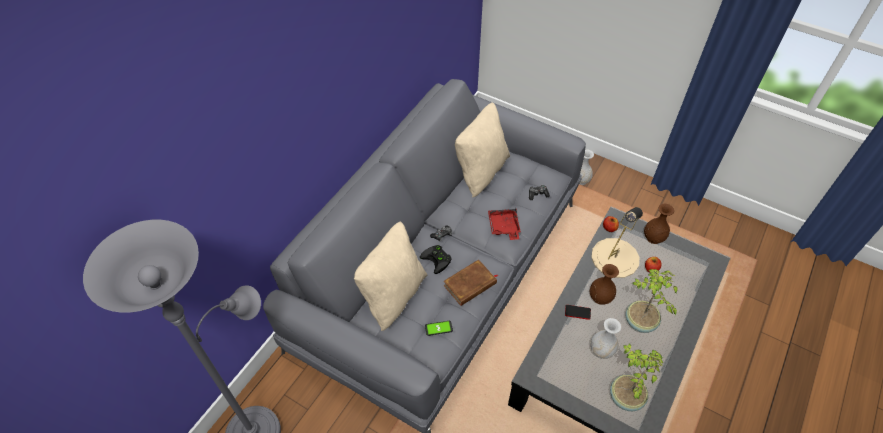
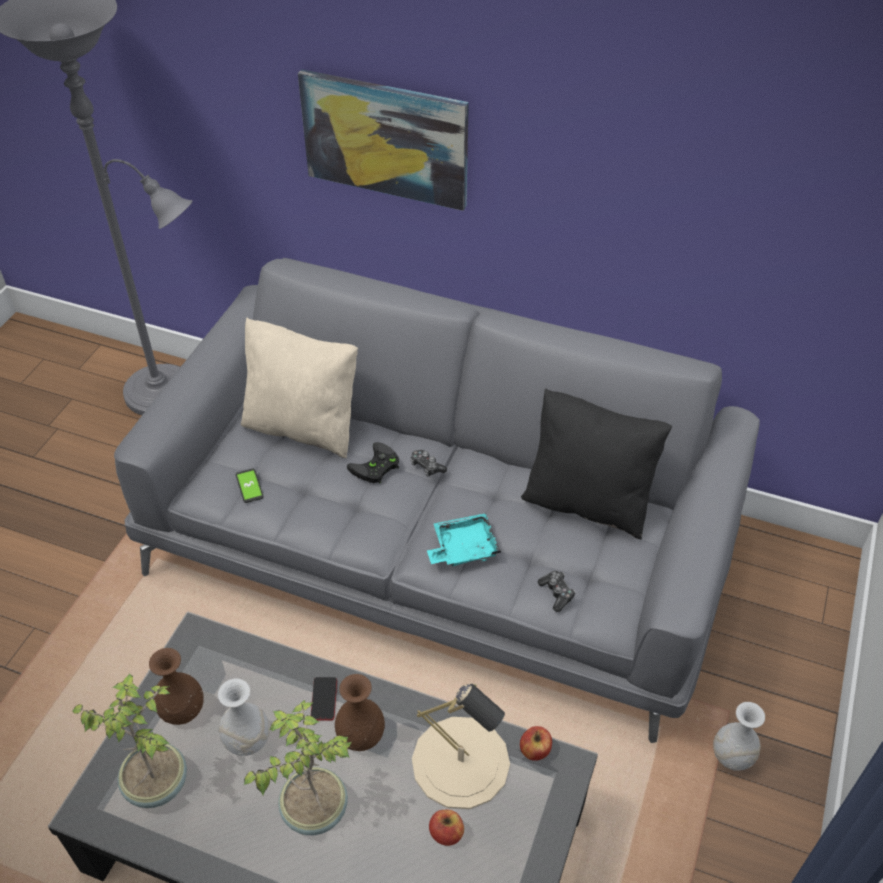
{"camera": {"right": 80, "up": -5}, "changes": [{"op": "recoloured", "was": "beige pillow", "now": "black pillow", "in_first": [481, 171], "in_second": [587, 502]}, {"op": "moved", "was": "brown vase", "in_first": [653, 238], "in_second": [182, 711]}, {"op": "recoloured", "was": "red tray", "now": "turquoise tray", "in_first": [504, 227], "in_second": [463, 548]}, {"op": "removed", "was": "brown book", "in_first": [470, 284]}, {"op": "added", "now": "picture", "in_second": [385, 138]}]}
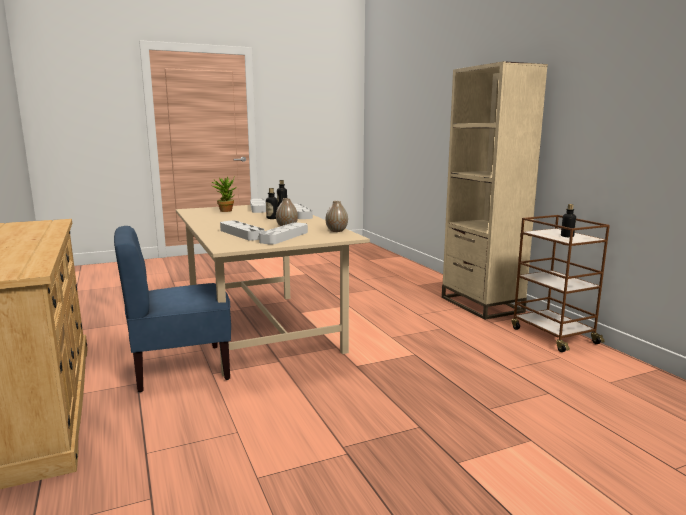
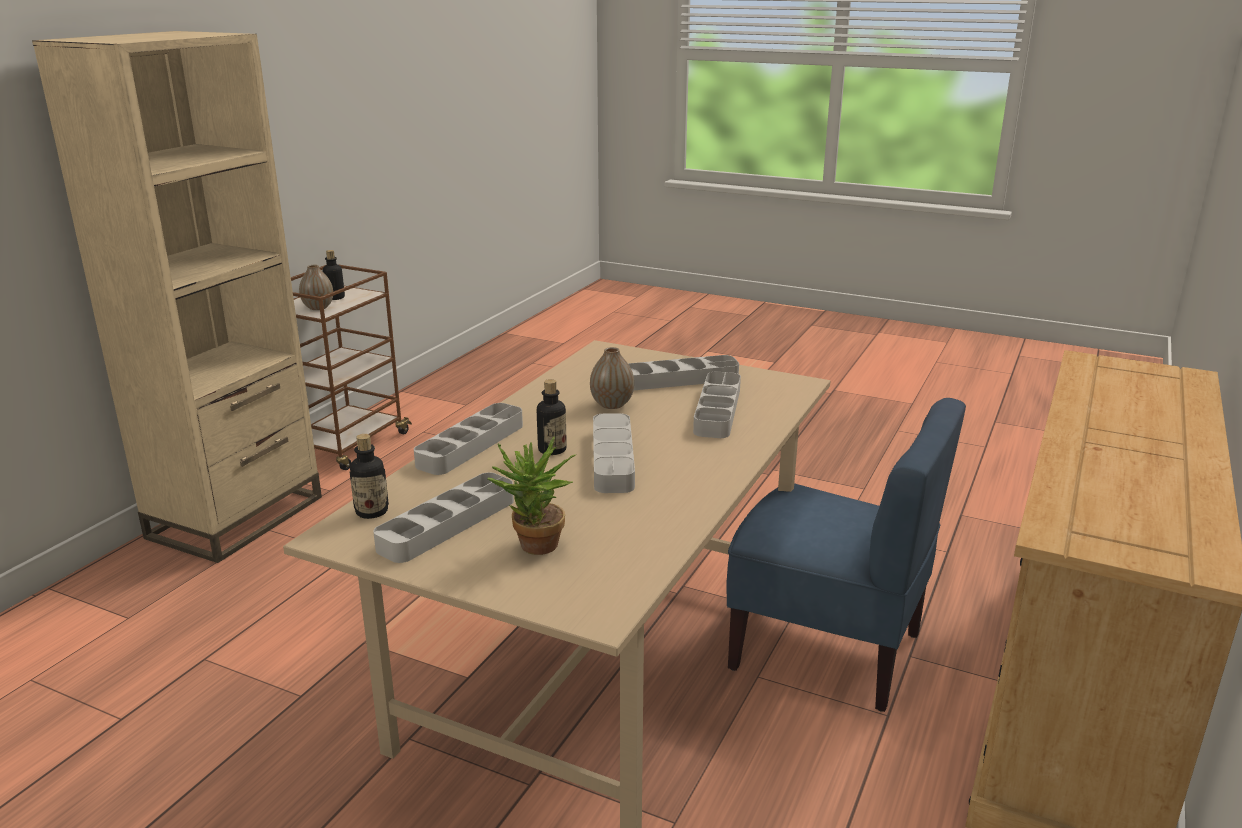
{"camera": {"right": -130, "up": 10}, "changes": [{"op": "moved", "was": "vase", "in_first": [336, 231], "in_second": [318, 307]}, {"op": "added", "now": "grey tray", "in_second": [612, 459]}]}
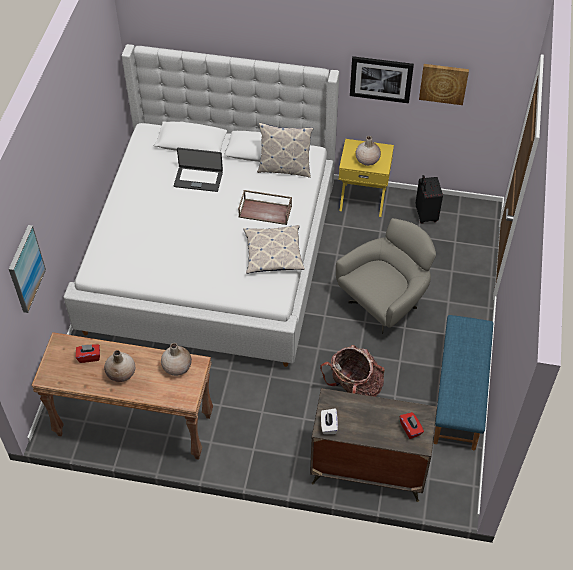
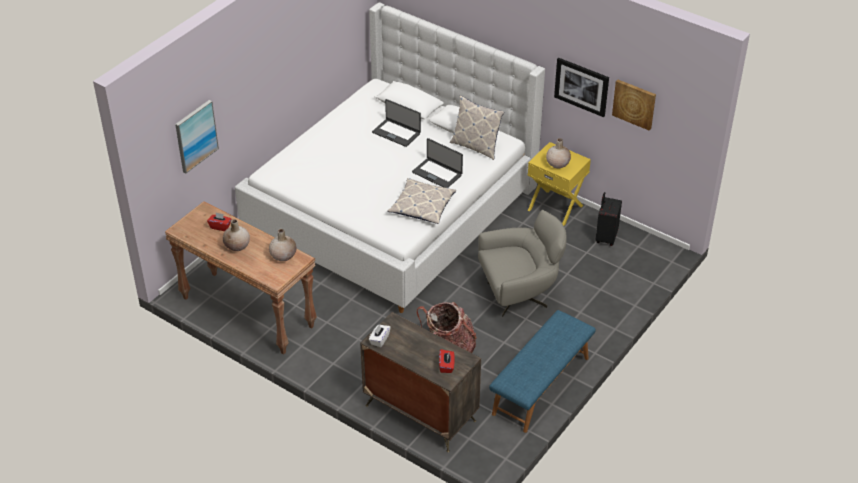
{"camera": {"right": 25, "up": -10}, "changes": [{"op": "replaced", "was": "brown tray", "now": "laptop", "in_first": [266, 211], "in_second": [437, 173]}]}
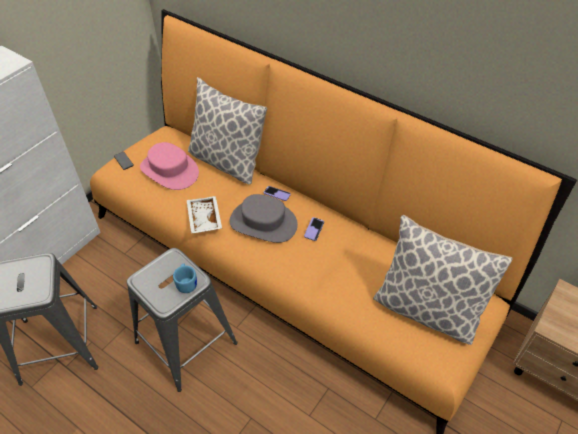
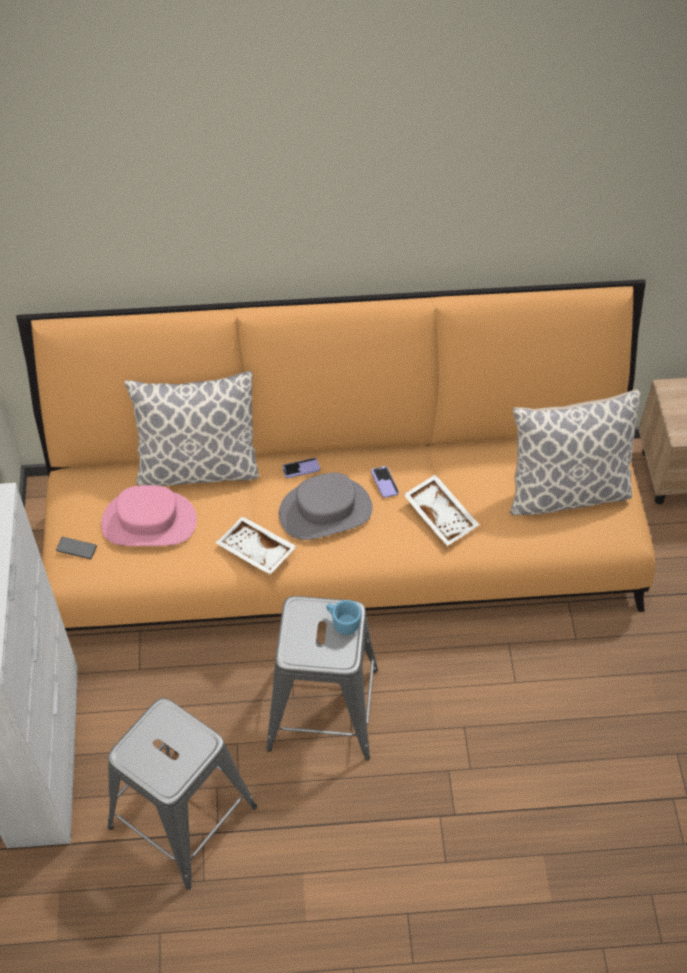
{"camera": {"right": -40, "up": 5}, "changes": [{"op": "added", "now": "white tray", "in_second": [441, 515]}]}
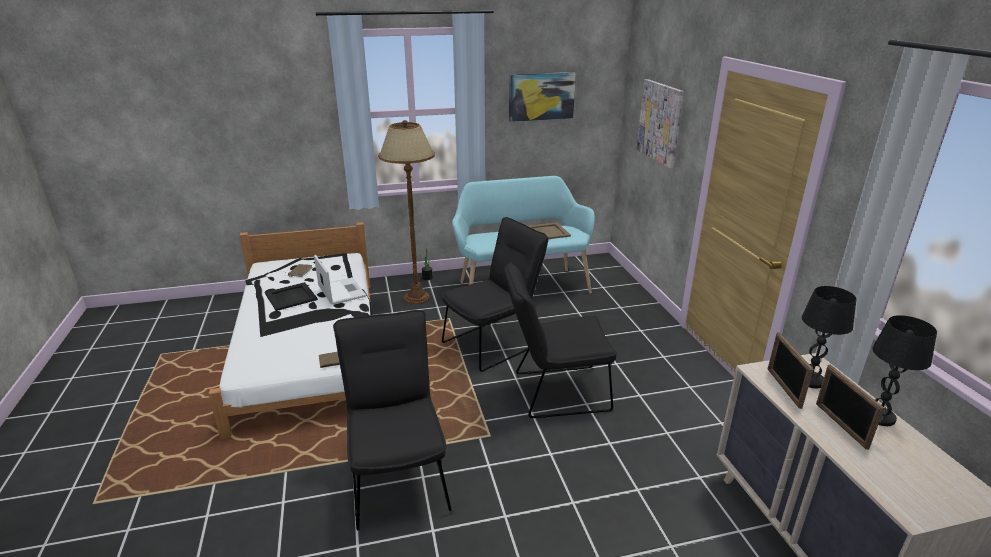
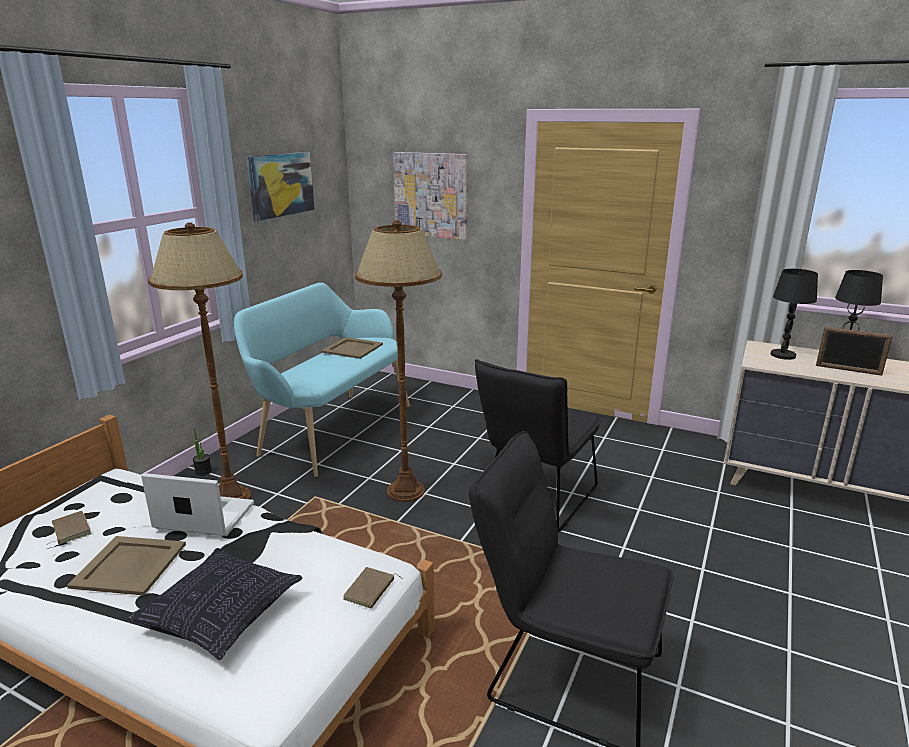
{"camera": {"right": -50, "up": -5}, "changes": [{"op": "replaced", "was": "black chair", "now": "brown floor lamp", "in_first": [495, 342], "in_second": [406, 491]}, {"op": "recoloured", "was": "black tray", "now": "beige tray", "in_first": [290, 297], "in_second": [130, 566]}, {"op": "removed", "was": "picture frame", "in_first": [783, 388]}, {"op": "added", "now": "pillow", "in_second": [221, 614]}]}
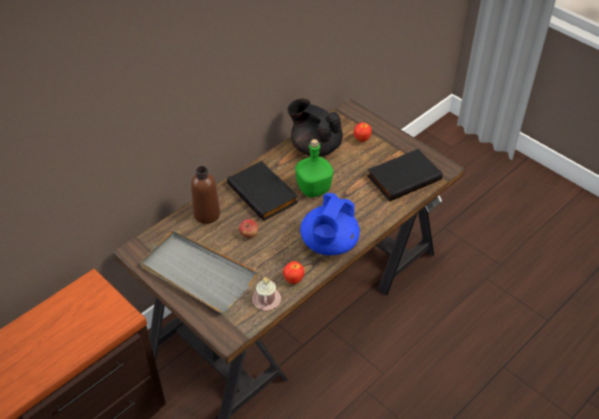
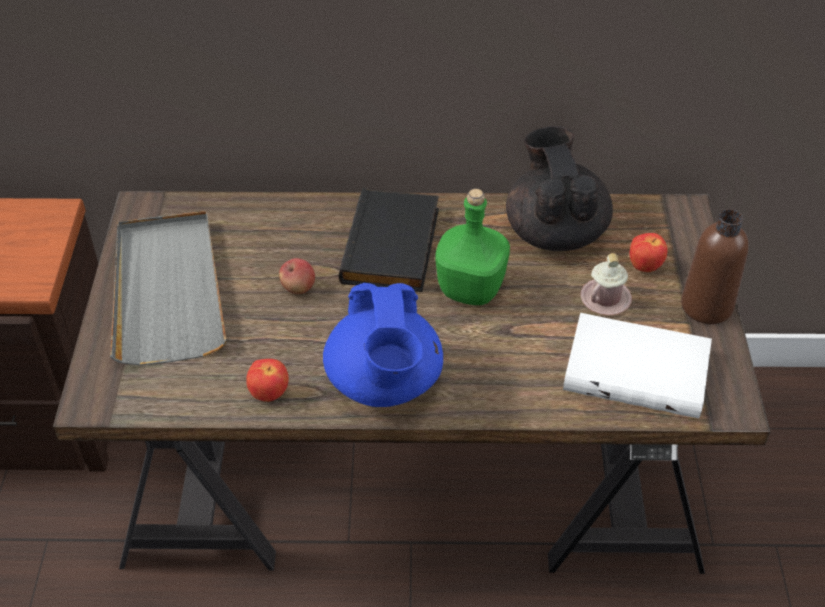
{"camera": {"right": 45, "up": 0}, "changes": [{"op": "recoloured", "was": "black book", "now": "white book", "in_first": [403, 177], "in_second": [637, 369]}, {"op": "moved", "was": "brown bottle", "in_first": [207, 214], "in_second": [706, 306]}, {"op": "turned", "was": "blue teapot", "in_first": [329, 244], "in_second": [384, 383], "clockwise": -75}, {"op": "moved", "was": "pink mug", "in_first": [266, 299], "in_second": [605, 298]}]}
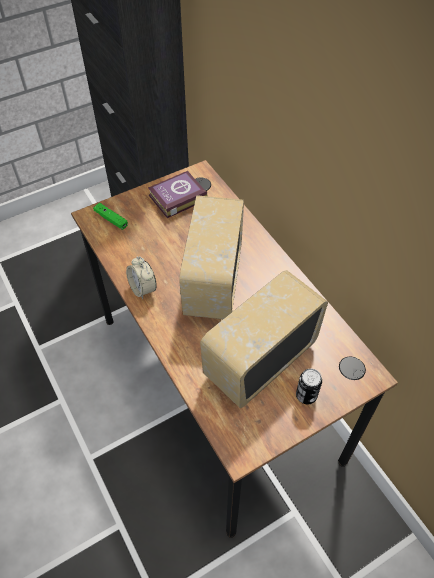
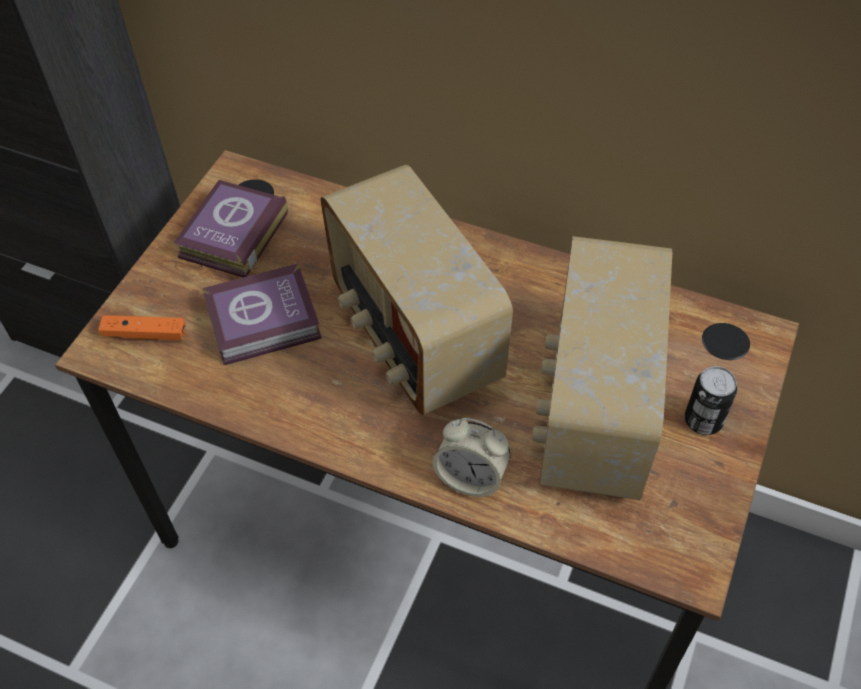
{"camera": {"right": -35, "up": 0}, "changes": [{"op": "recoloured", "was": "green game controller", "now": "orange game controller", "in_first": [111, 219], "in_second": [145, 334]}, {"op": "moved", "was": "alarm clock", "in_first": [143, 289], "in_second": [471, 477]}, {"op": "added", "now": "book", "in_second": [266, 322]}]}
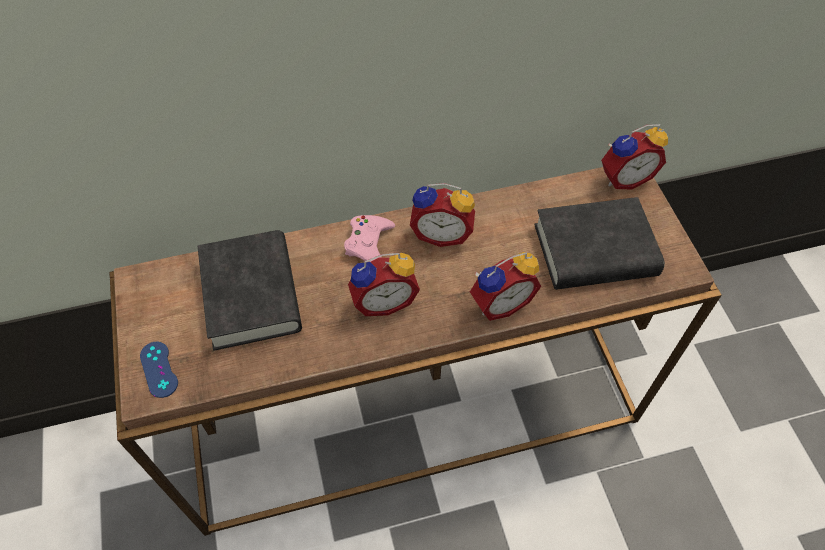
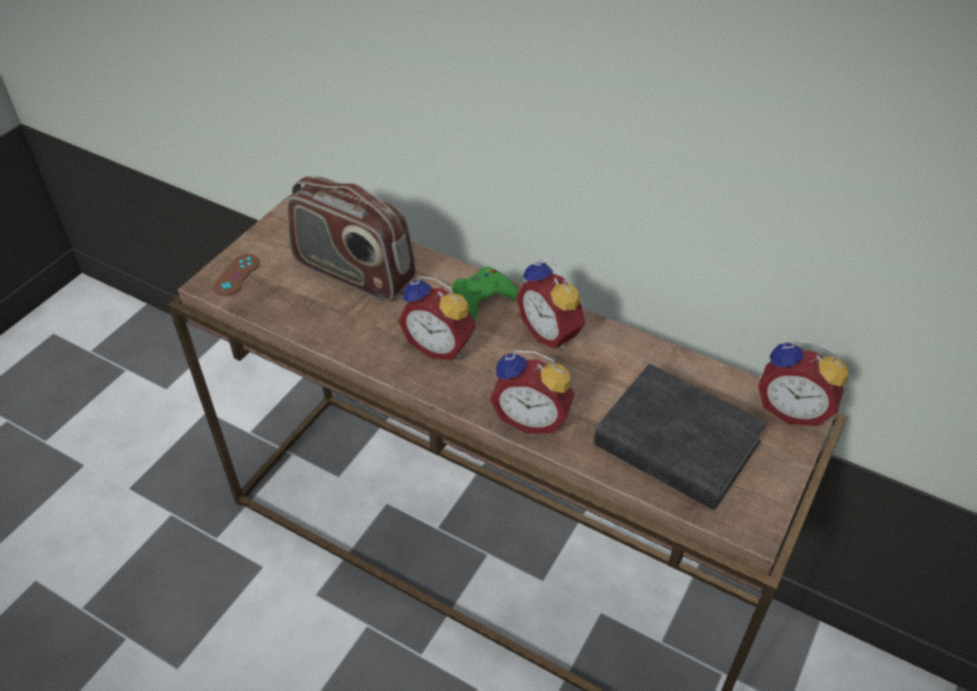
{"camera": {"right": 45, "up": -10}, "changes": [{"op": "recoloured", "was": "pink game controller", "now": "green game controller", "in_first": [369, 244], "in_second": [483, 299]}, {"op": "replaced", "was": "black book", "now": "radio", "in_first": [251, 295], "in_second": [353, 272]}, {"op": "recoloured", "was": "blue game controller", "now": "brown game controller", "in_first": [159, 369], "in_second": [236, 275]}]}
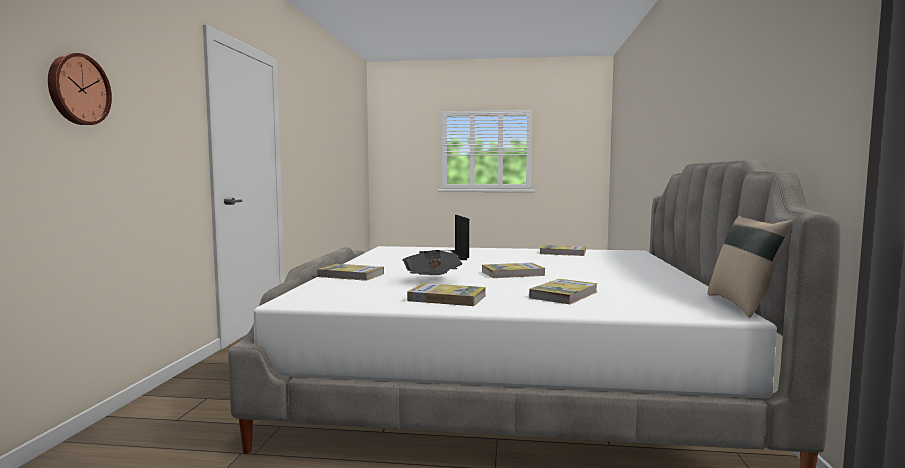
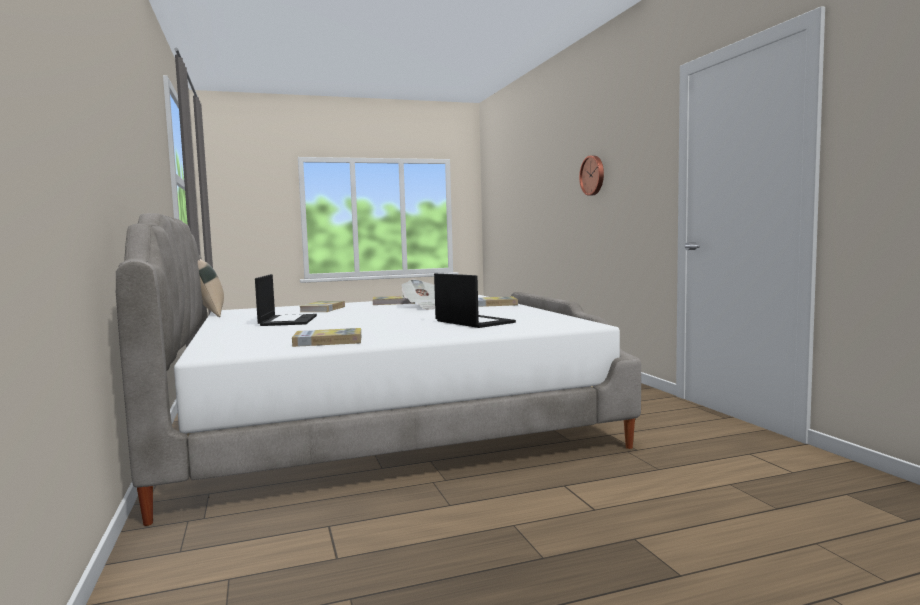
{"camera": {"right": 155, "up": 0}, "changes": [{"op": "removed", "was": "book", "in_first": [513, 273]}, {"op": "added", "now": "laptop", "in_second": [288, 320]}]}
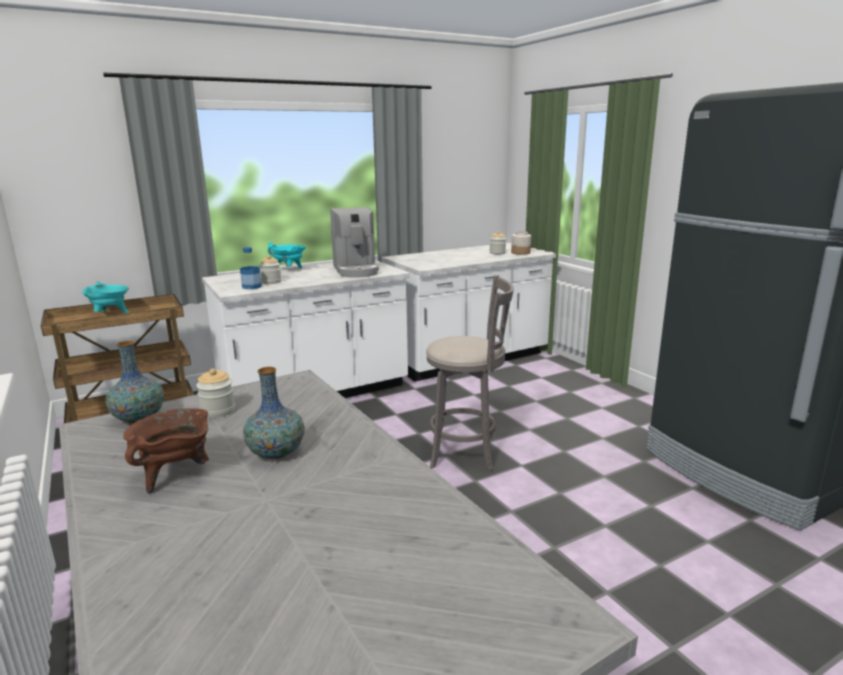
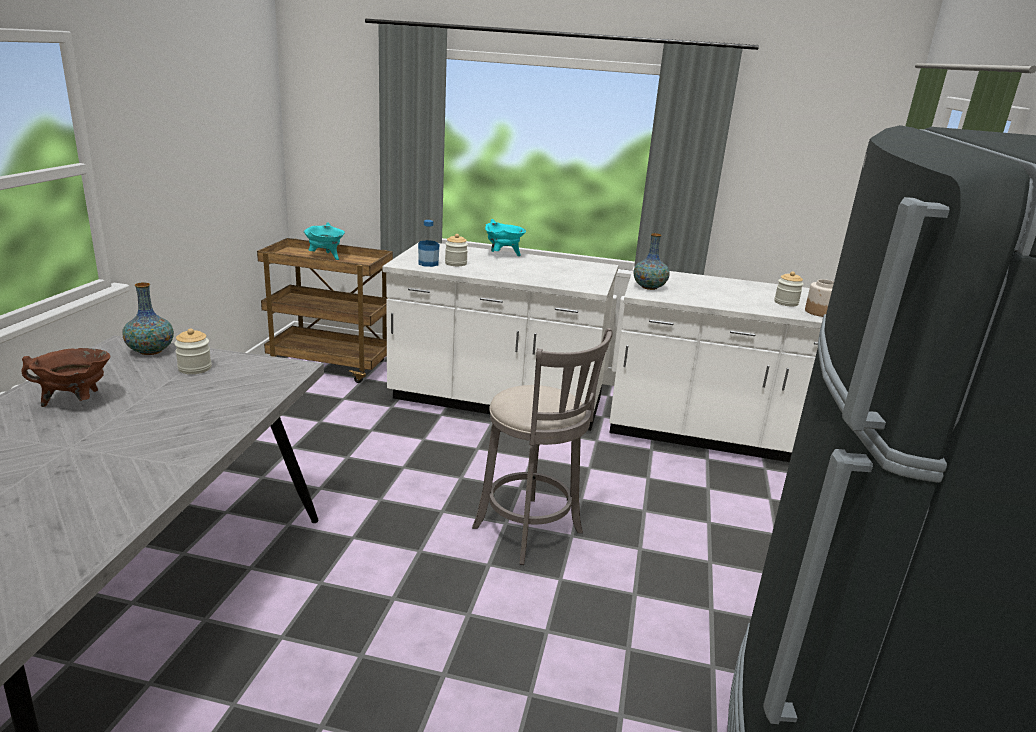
{"camera": {"right": 40, "up": 5}, "changes": [{"op": "removed", "was": "coffee machine", "in_first": [356, 270]}, {"op": "moved", "was": "vase", "in_first": [276, 453], "in_second": [649, 287]}]}
